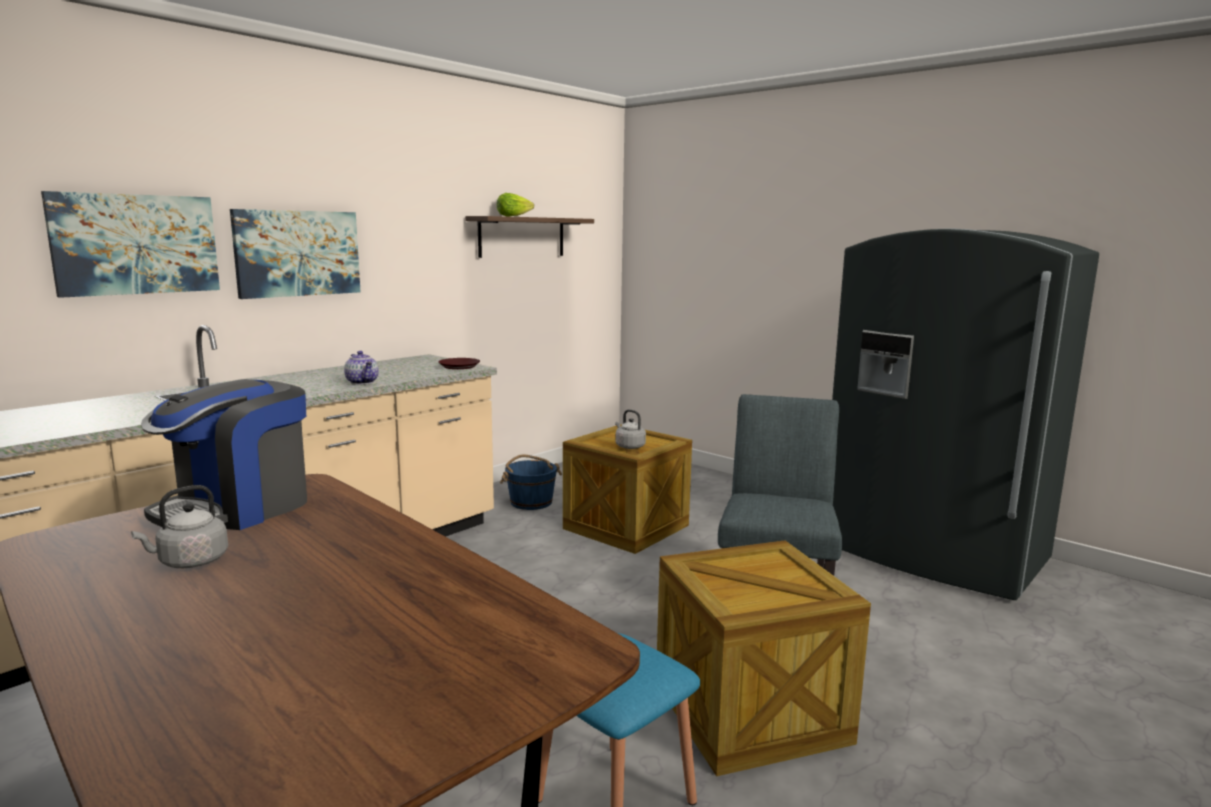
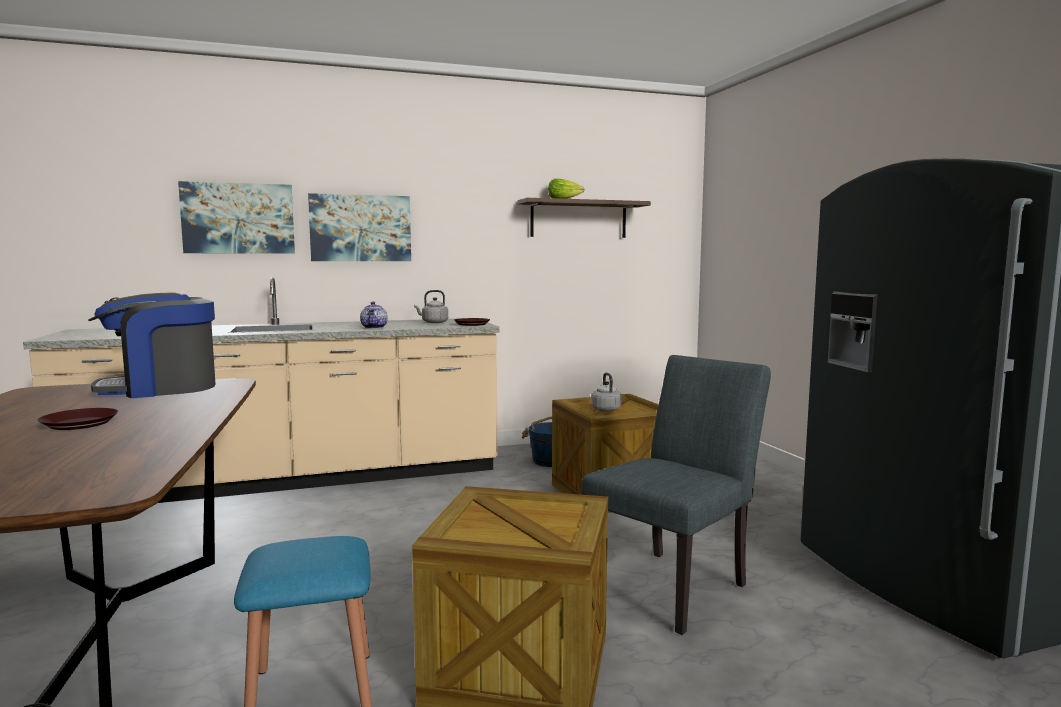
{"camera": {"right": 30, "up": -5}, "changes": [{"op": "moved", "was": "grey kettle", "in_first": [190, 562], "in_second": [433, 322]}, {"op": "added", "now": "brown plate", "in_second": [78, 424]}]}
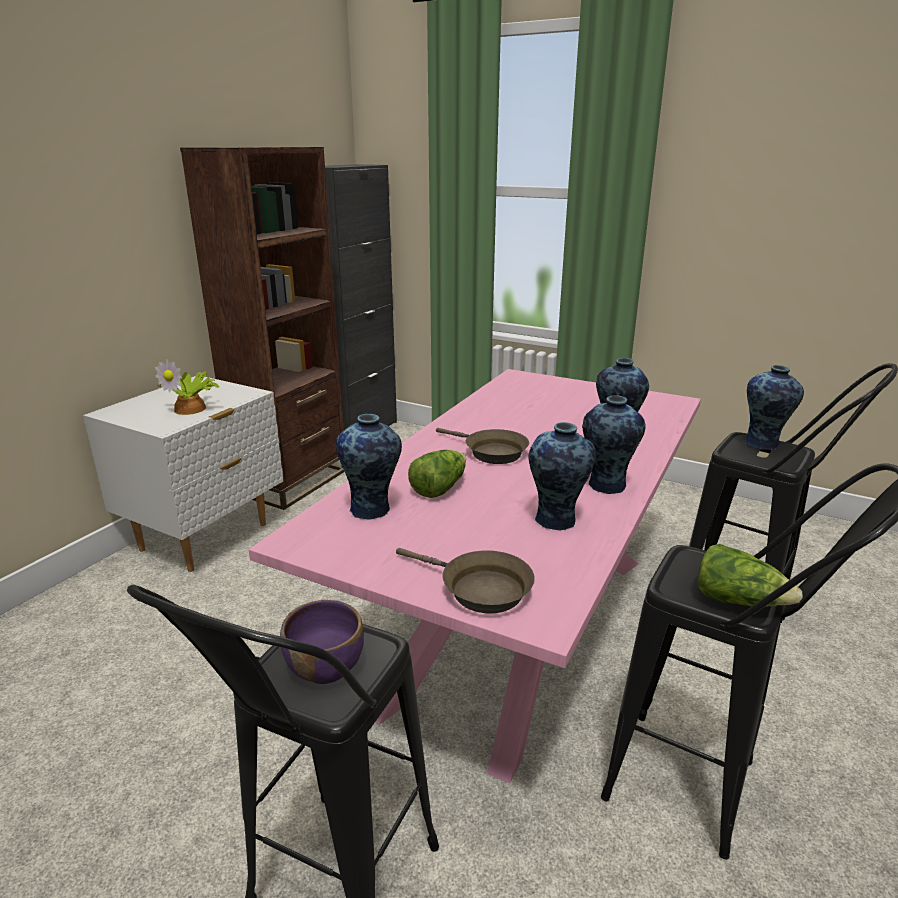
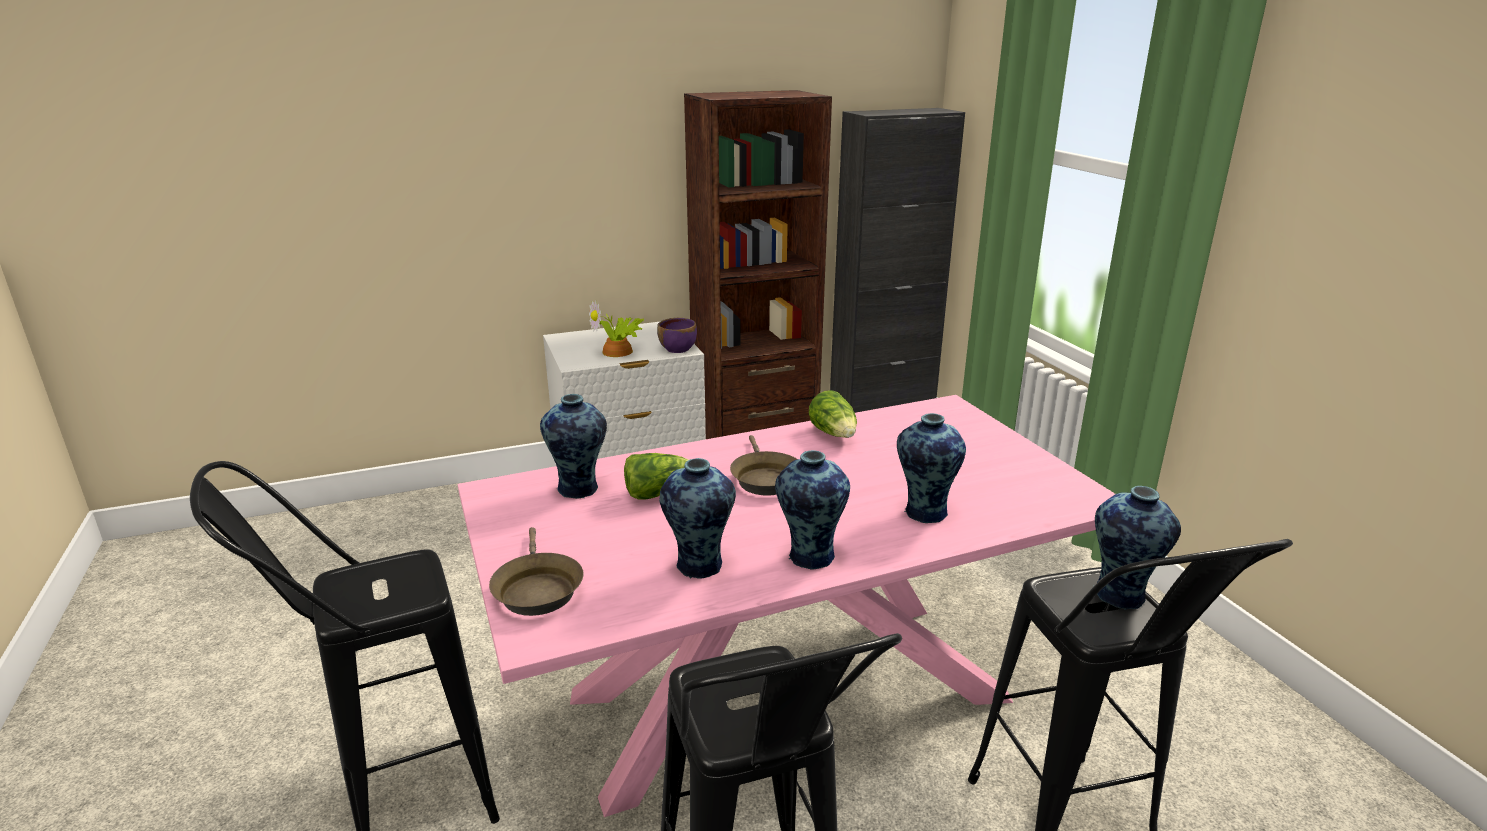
{"camera": {"right": 40, "up": 0}, "changes": [{"op": "moved", "was": "lettuce", "in_first": [738, 600], "in_second": [834, 434]}, {"op": "moved", "was": "purple bowl", "in_first": [326, 667], "in_second": [678, 349]}]}
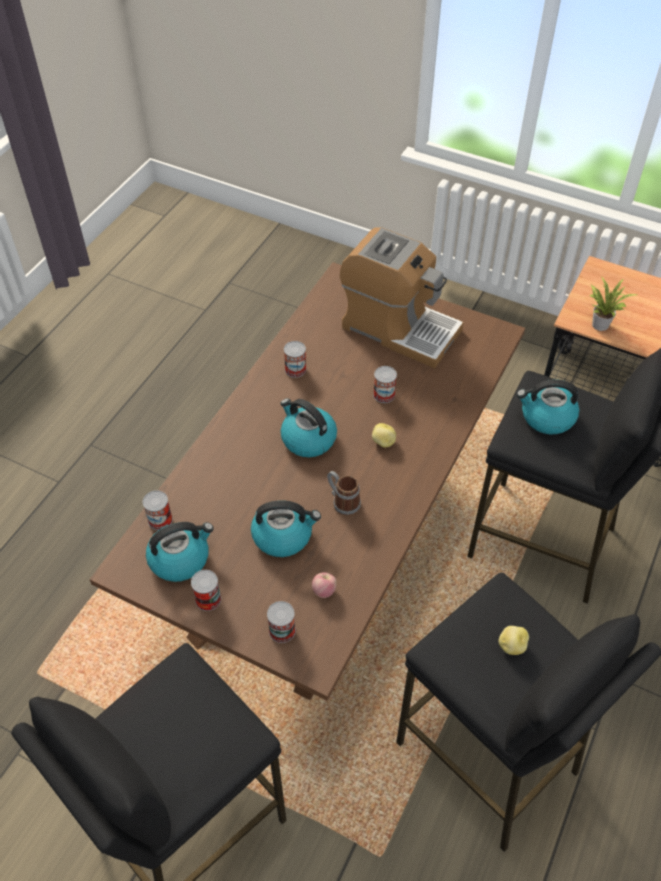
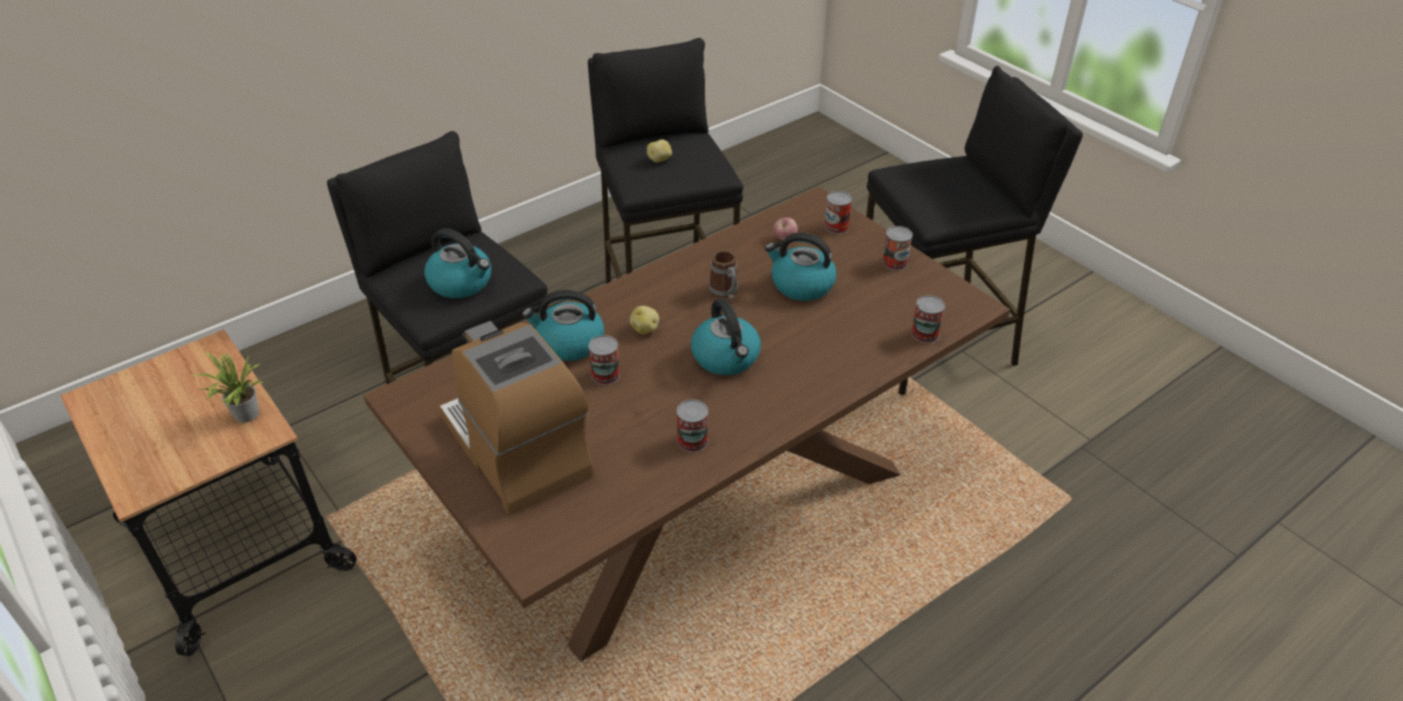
{"camera": {"right": -155, "up": -10}, "changes": [{"op": "moved", "was": "kettle", "in_first": [180, 558], "in_second": [569, 343]}]}
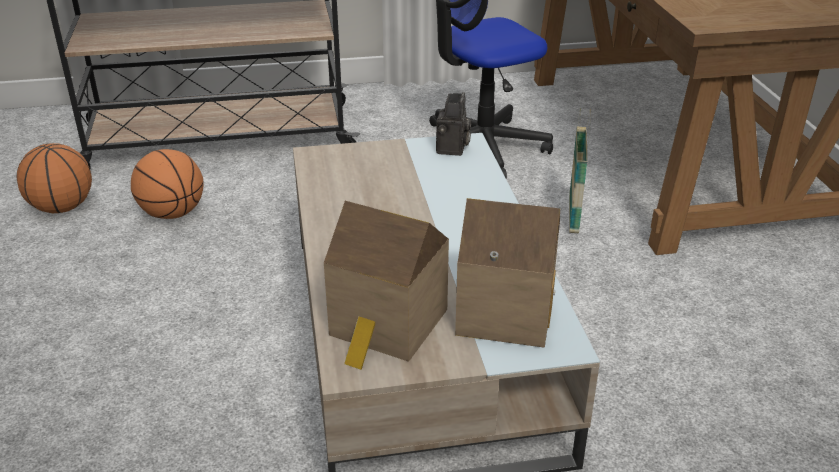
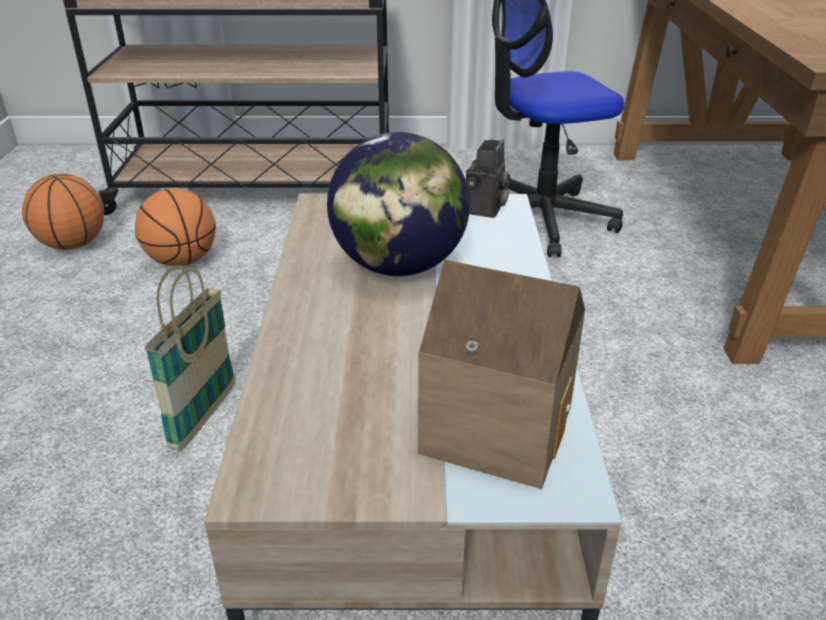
{"camera": {"right": 10, "up": 0}, "changes": [{"op": "moved", "was": "basket", "in_first": [573, 215], "in_second": [204, 416]}, {"op": "removed", "was": "toy house", "in_first": [387, 326]}, {"op": "added", "now": "globe", "in_second": [399, 266]}]}
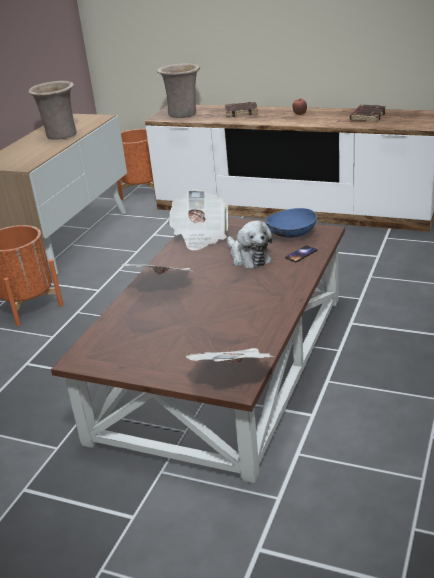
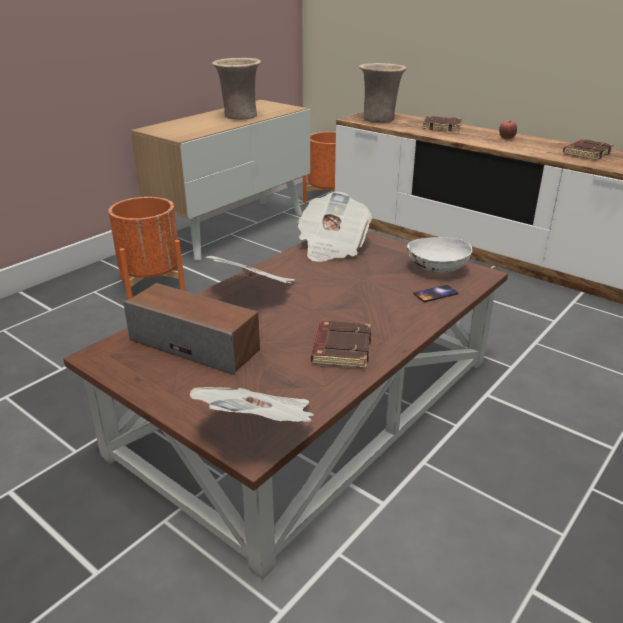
{"camera": {"right": 15, "up": 0}, "changes": [{"op": "recoloured", "was": "blue bowl", "now": "white bowl", "in_first": [292, 235], "in_second": [437, 269]}, {"op": "removed", "was": "plush toy", "in_first": [248, 257]}, {"op": "added", "now": "speaker", "in_second": [195, 344]}, {"op": "added", "now": "brown book", "in_second": [340, 349]}]}
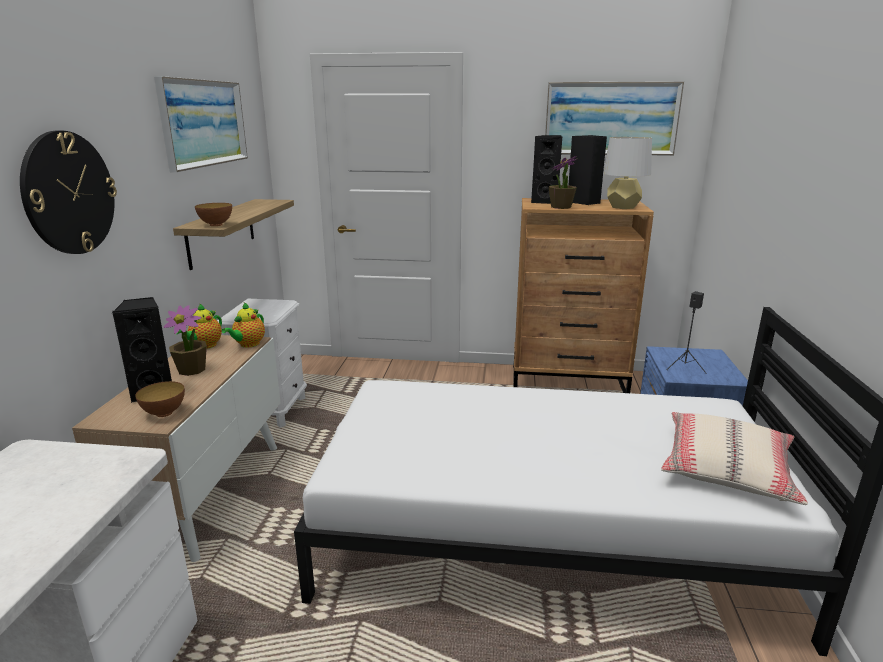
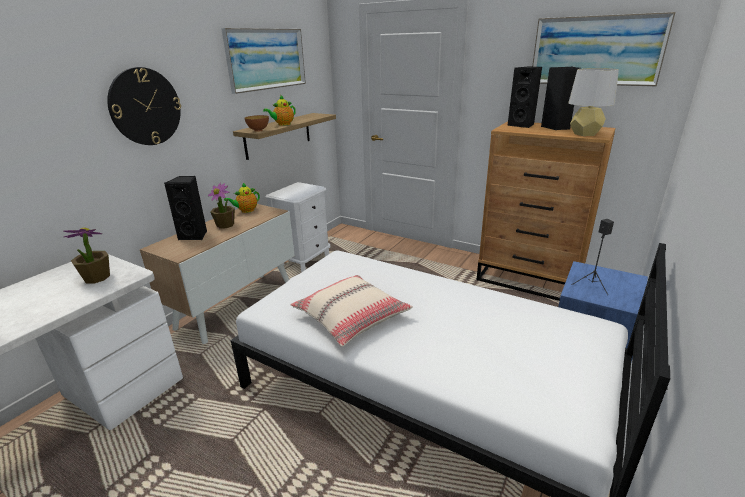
{"camera": {"right": 25, "up": 5}, "changes": [{"op": "moved", "was": "potted plant", "in_first": [561, 207], "in_second": [96, 278]}, {"op": "moved", "was": "teapot", "in_first": [248, 344], "in_second": [283, 124]}, {"op": "removed", "was": "bowl", "in_first": [164, 413]}, {"op": "moved", "was": "beige pillow", "in_first": [727, 469], "in_second": [351, 317]}]}
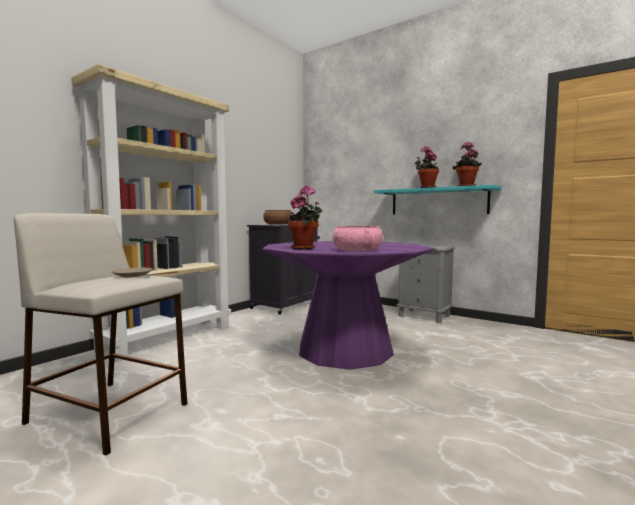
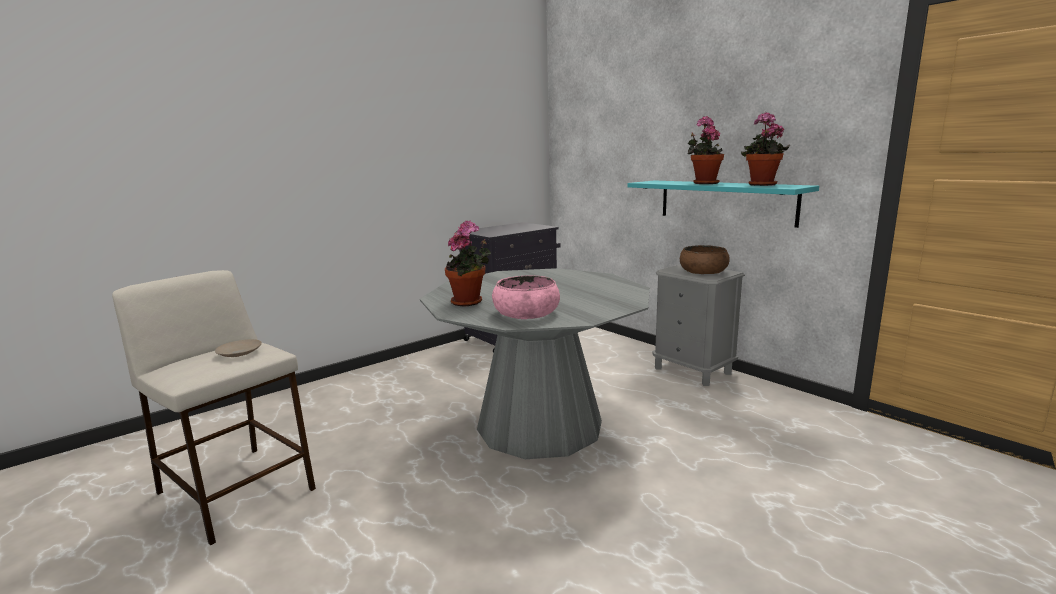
{"camera": {"right": 15, "up": 10}, "changes": [{"op": "removed", "was": "beige bookcase", "in_first": [168, 337]}, {"op": "moved", "was": "brown bowl", "in_first": [278, 224], "in_second": [703, 271]}, {"op": "recoloured", "was": "purple dining table", "now": "grey dining table", "in_first": [345, 350], "in_second": [539, 425]}]}
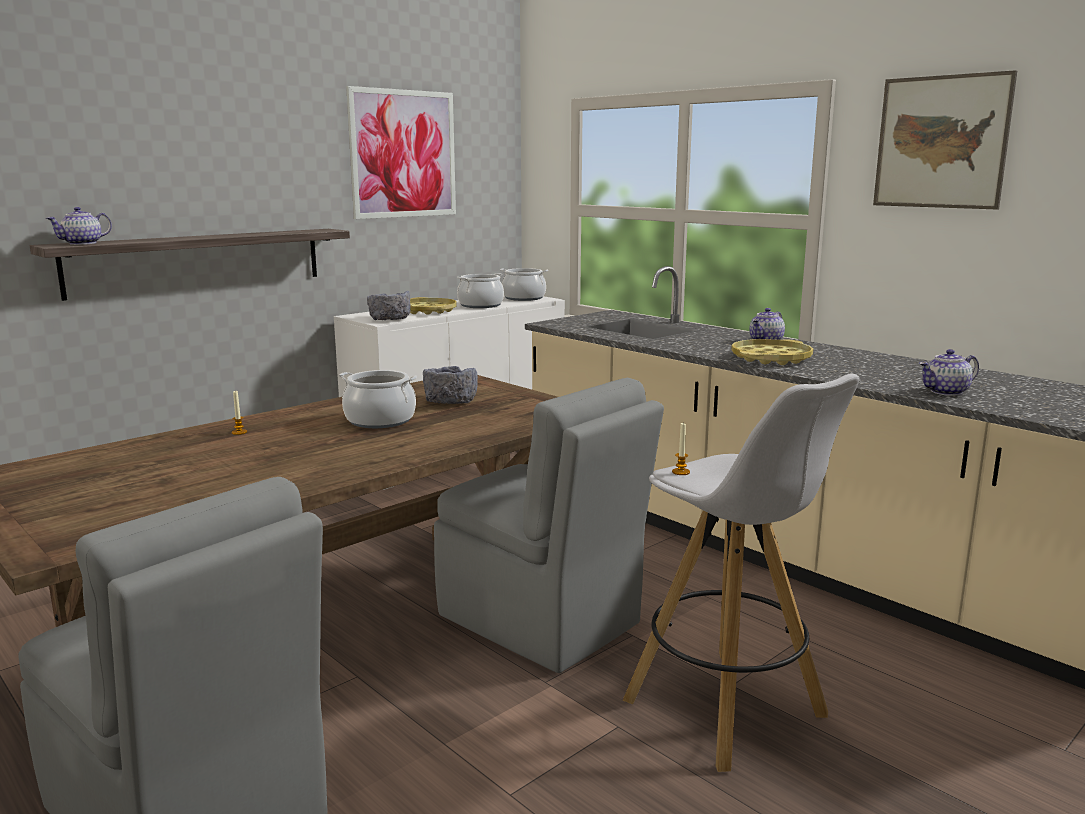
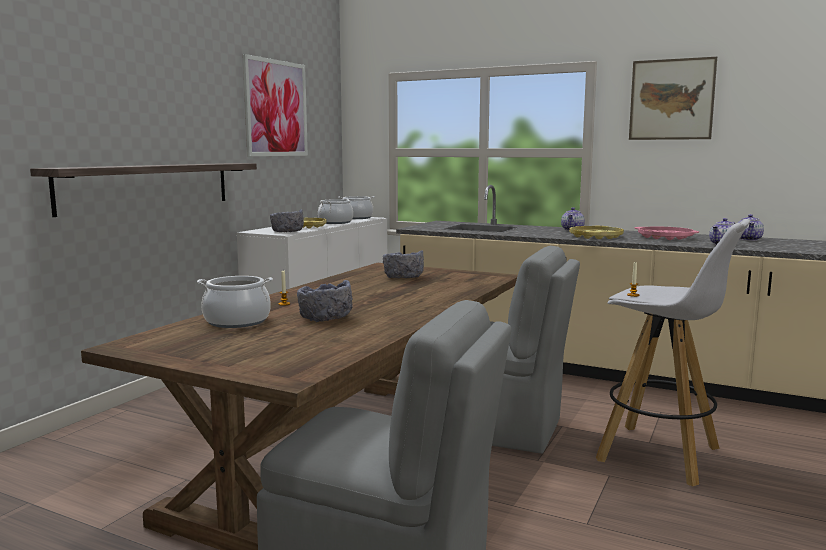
{"camera": {"right": -20, "up": -5}, "changes": [{"op": "moved", "was": "teapot", "in_first": [82, 243], "in_second": [749, 239]}, {"op": "moved", "was": "cooking pot", "in_first": [380, 420], "in_second": [237, 321]}, {"op": "added", "now": "pink tray", "in_second": [665, 237]}, {"op": "added", "now": "grey bowl", "in_second": [325, 318]}]}
